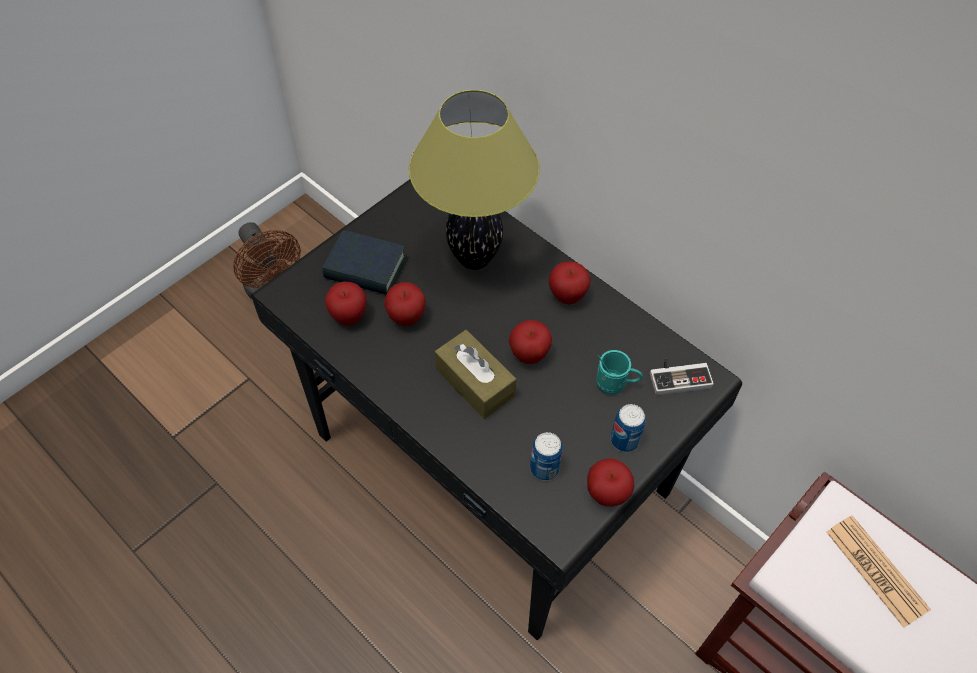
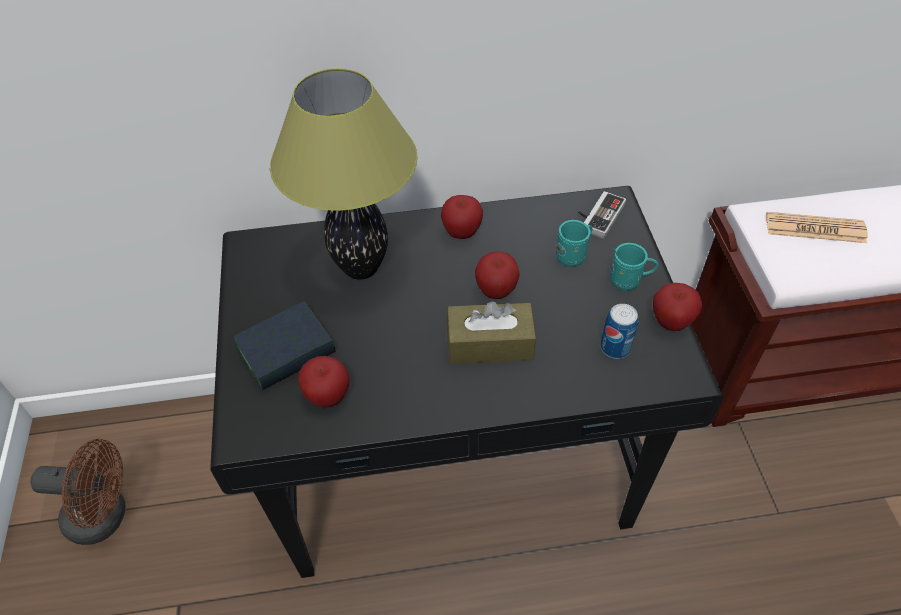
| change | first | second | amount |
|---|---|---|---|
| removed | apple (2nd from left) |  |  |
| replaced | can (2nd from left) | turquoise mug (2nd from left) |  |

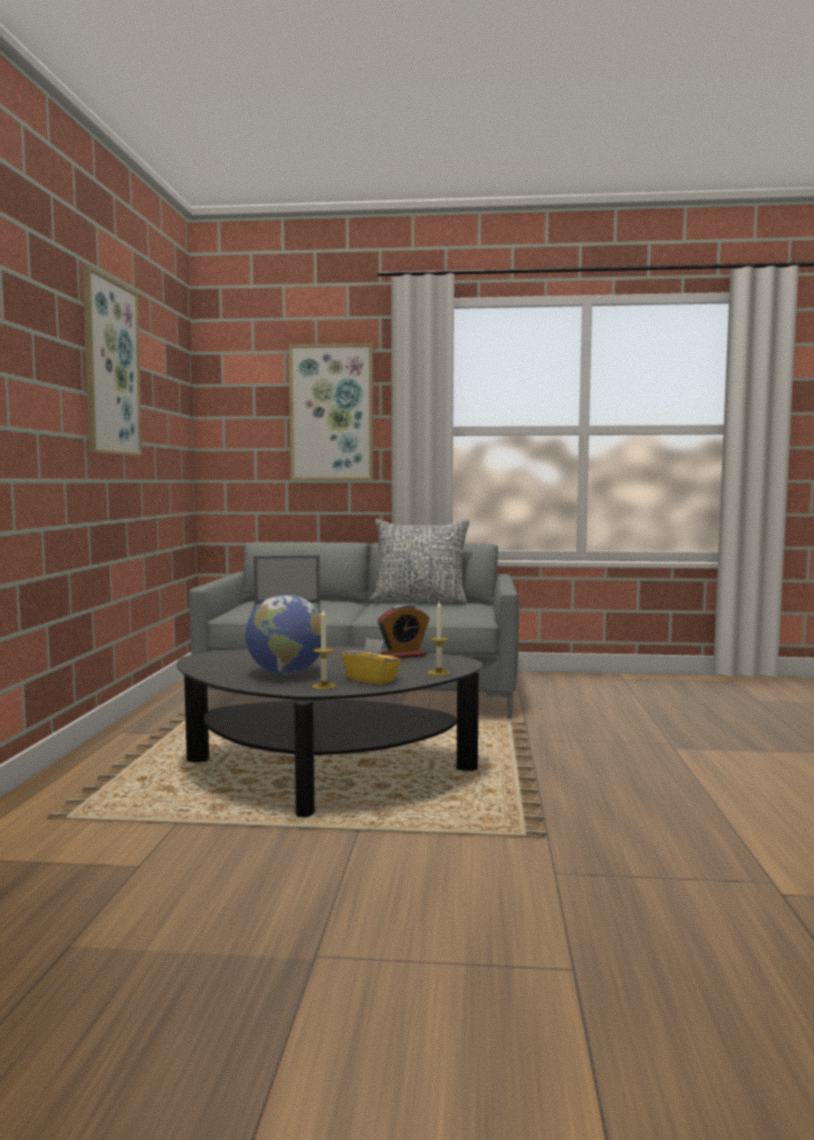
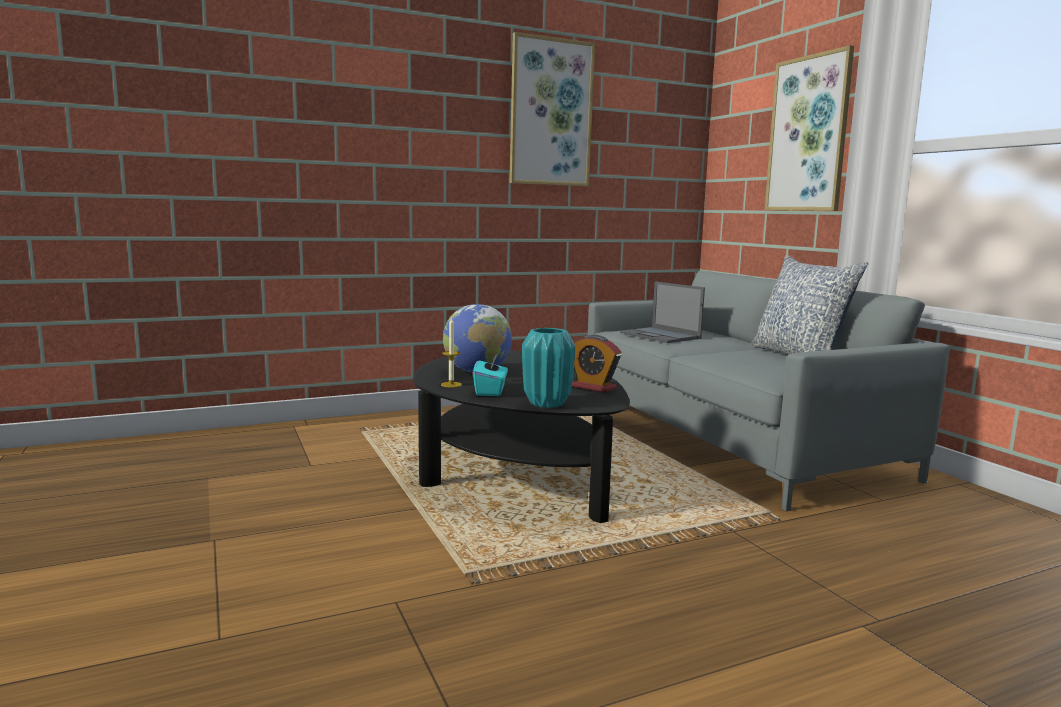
| change | first | second | amount |
|---|---|---|---|
| replaced | candle (2nd from left) | turquoise vase |  |
| recoloured | yellow tissue box | turquoise tissue box |  |

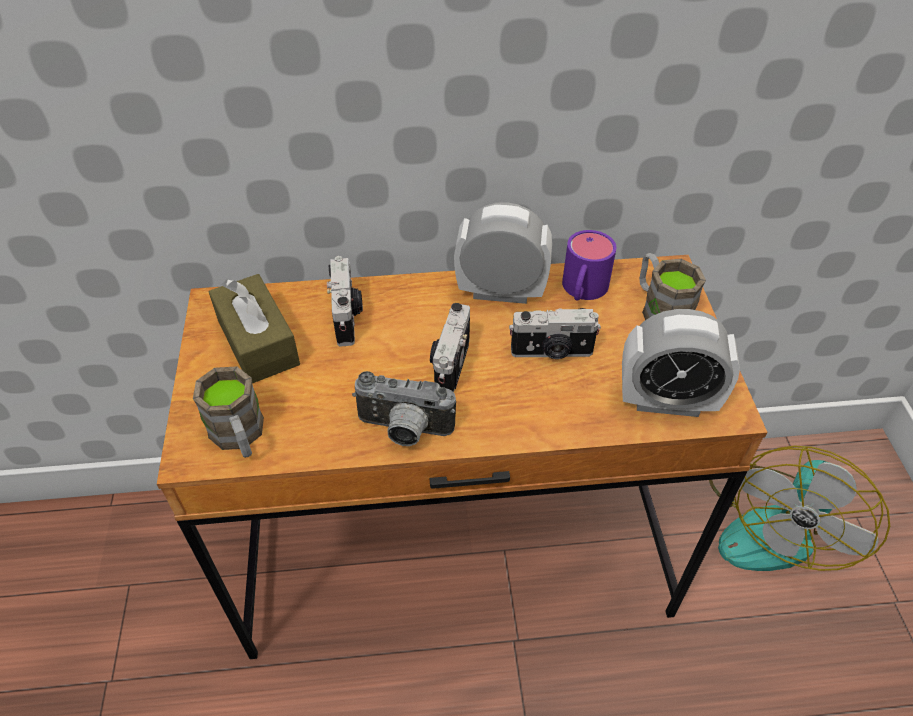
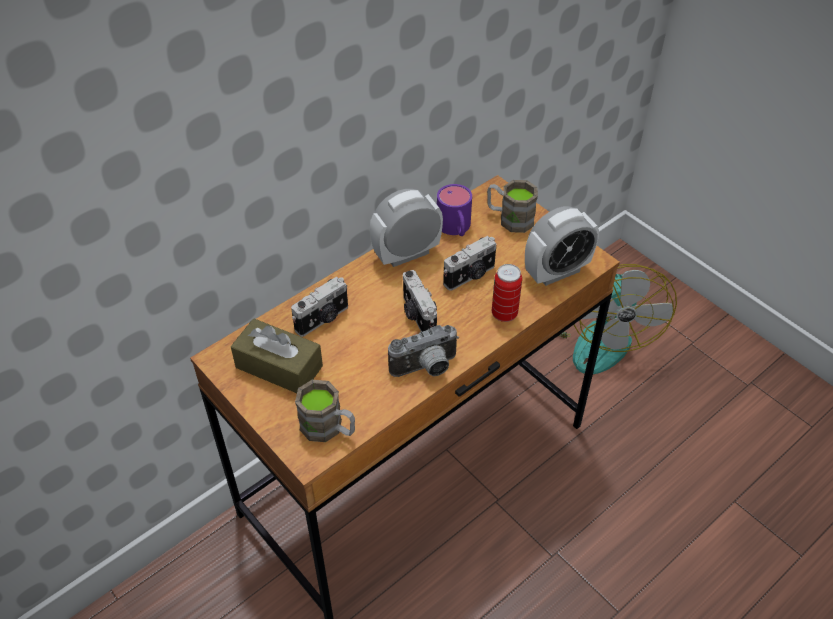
| change | first | second | amount |
|---|---|---|---|
| added |  | can |  |
| turned | photo camera (1st from left) |  | 90 degrees clockwise |

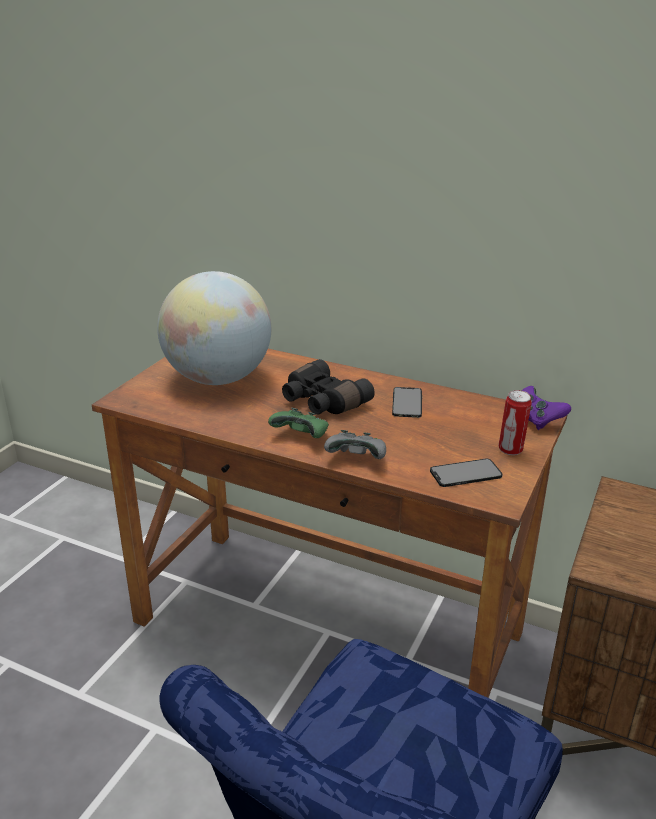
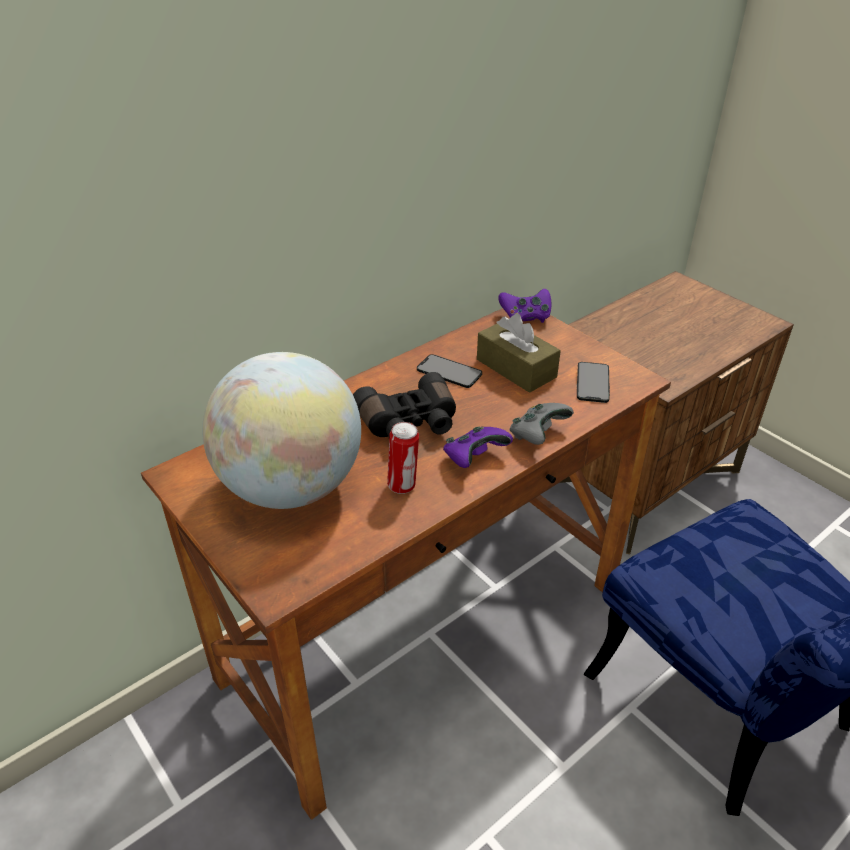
| change | first | second | amount |
|---|---|---|---|
| added |  | brown tissue box |  |
| moved | can |  |  |
| recoloured | green game controller | purple game controller (1st from left) |  |

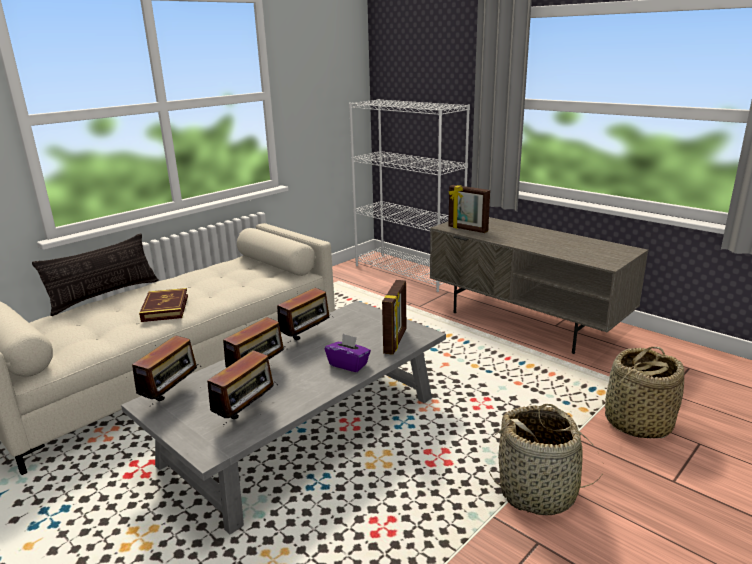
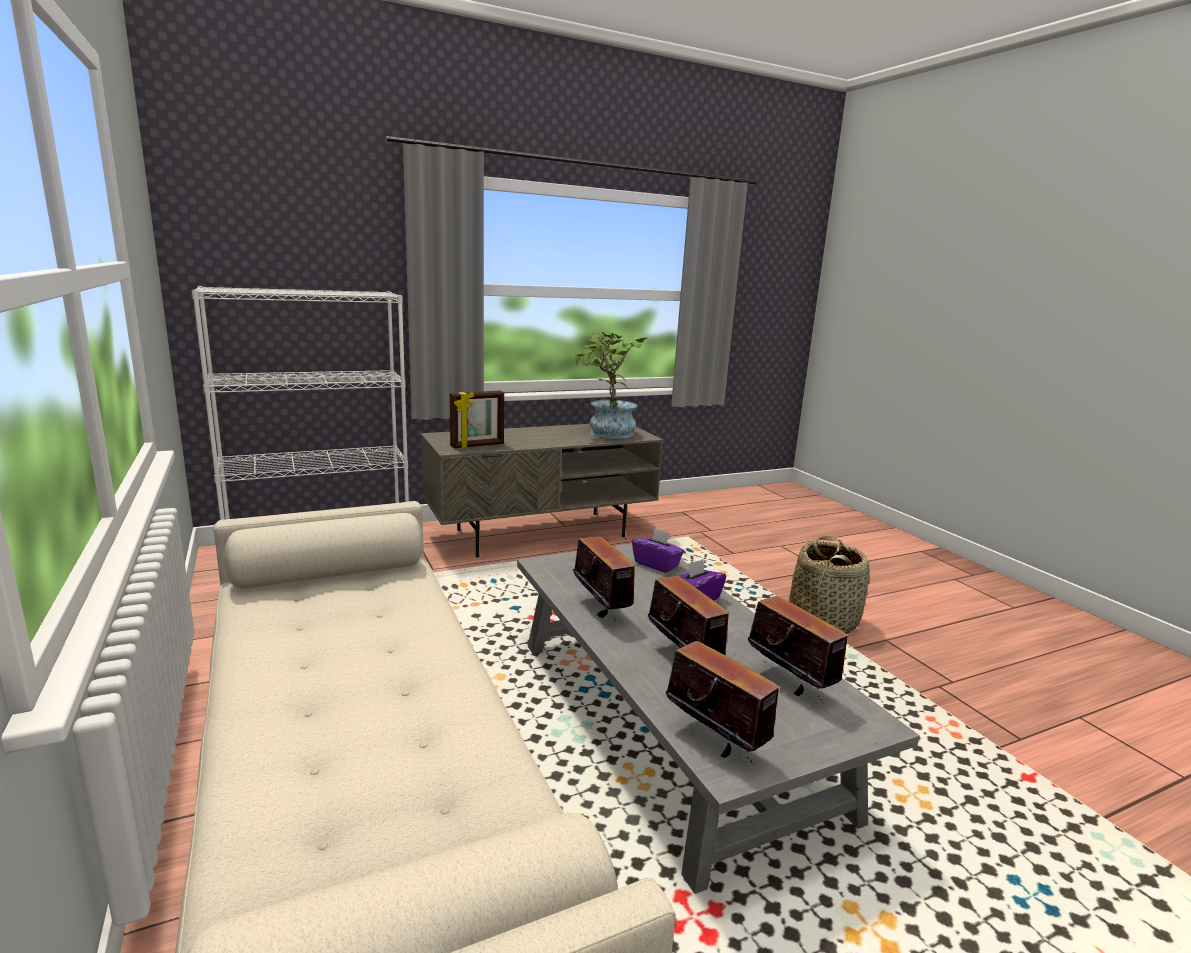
| change | first | second | amount |
|---|---|---|---|
| removed | pillow |  |  |
| removed | book |  |  |
| removed | basket (2nd from left) |  |  |
| added |  | potted plant |  |
| replaced | picture frame (1st from left) | purple tissue box (1st from left) |  |

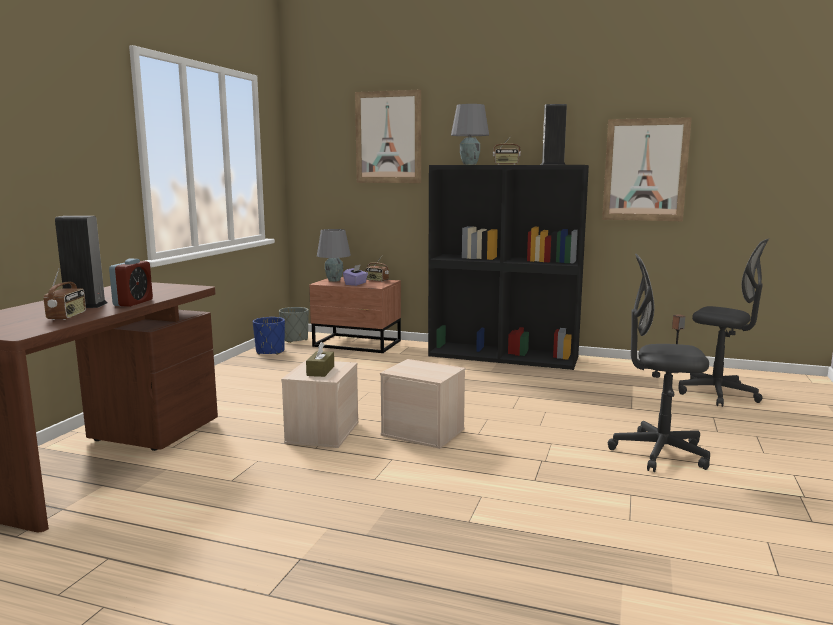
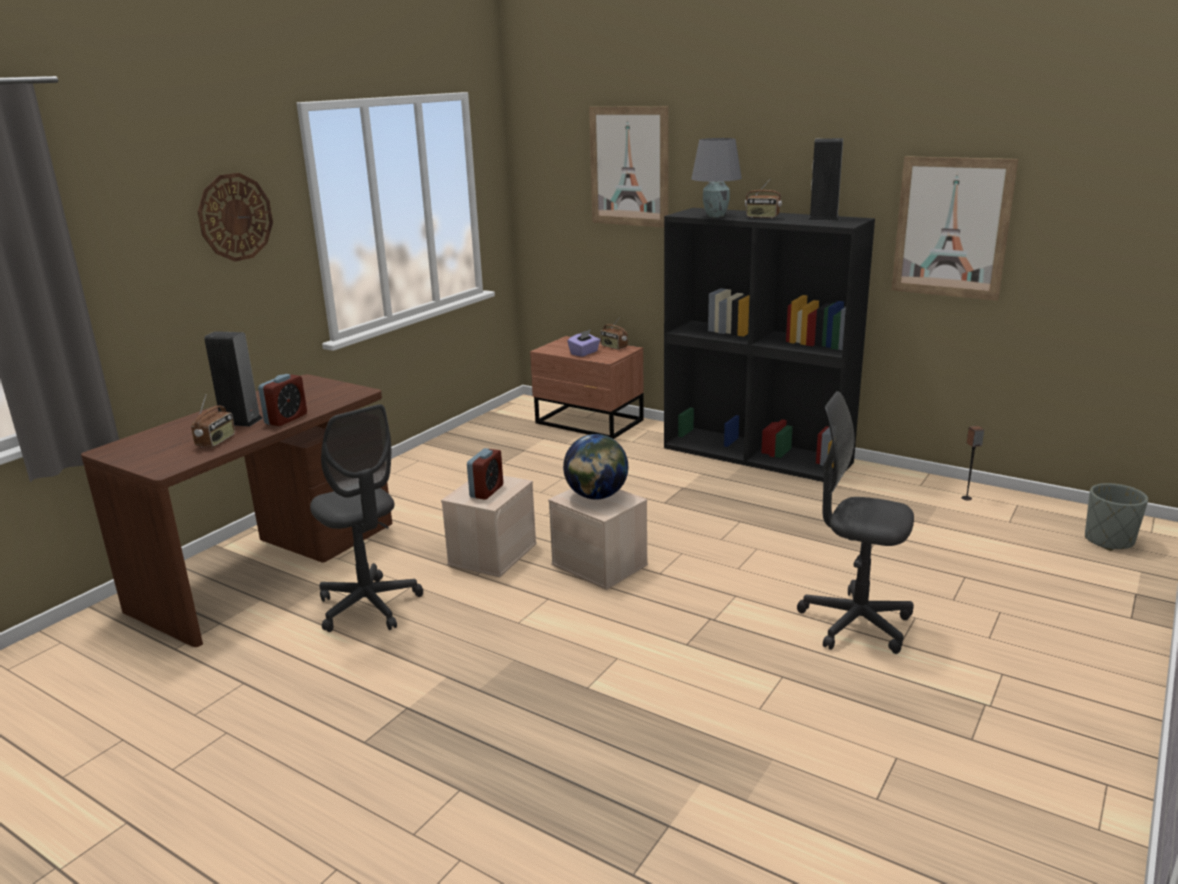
| change | first | second | amount |
|---|---|---|---|
| removed | blue planter |  |  |
| removed | grey table lamp (1st from left) |  |  |
| added |  | wall clock |  |
| added |  | globe |  |
| moved | grey planter |  |  |
| moved | grey office chair (2nd from left in the first image) | grey office chair (1st from left) |  |
| replaced | brown tissue box | alarm clock (2nd from left) |  |

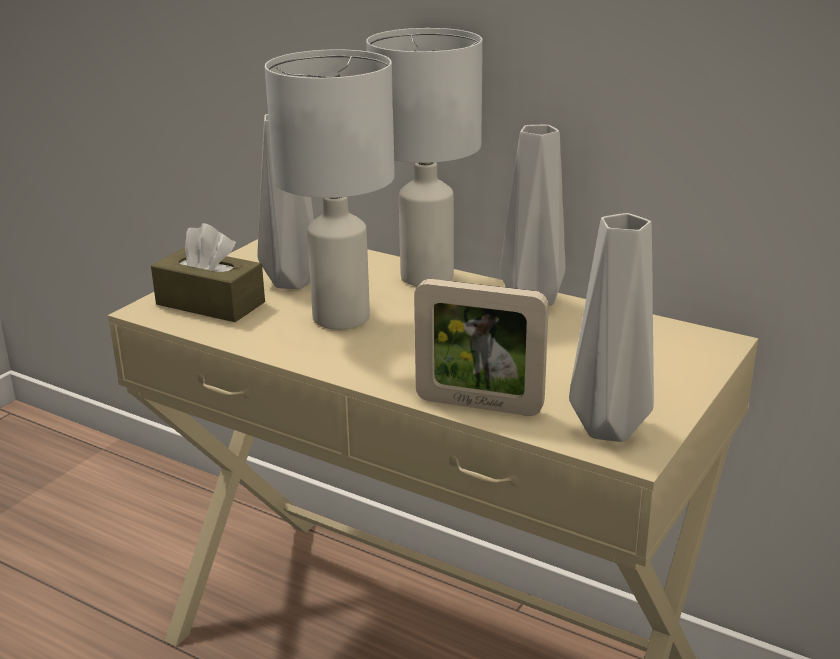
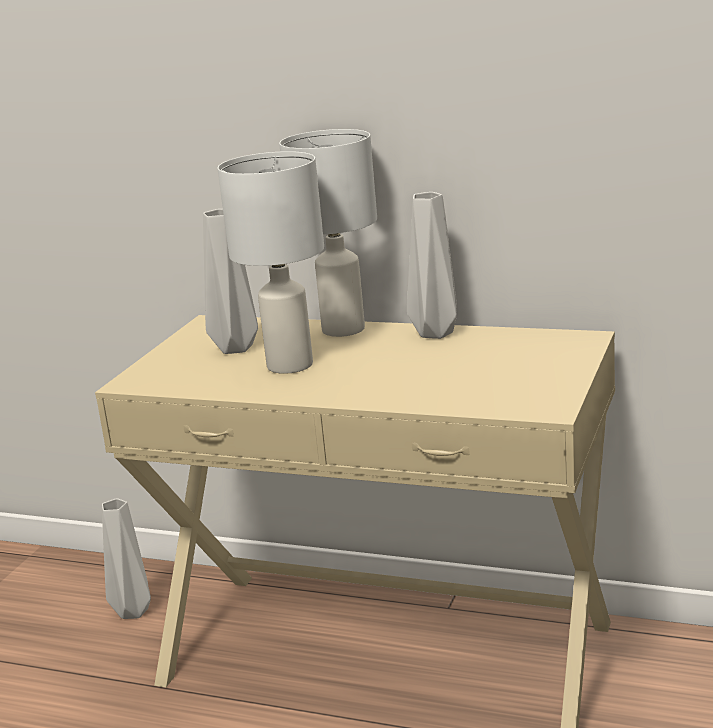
| change | first | second | amount |
|---|---|---|---|
| removed | brown tissue box |  |  |
| removed | picture frame |  |  |
| moved | grey vase (3rd from left in the first image) | grey vase (1st from left) |  |

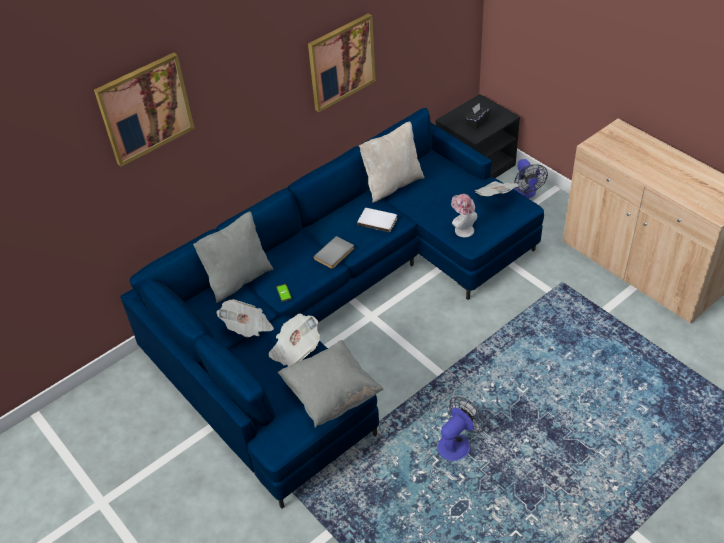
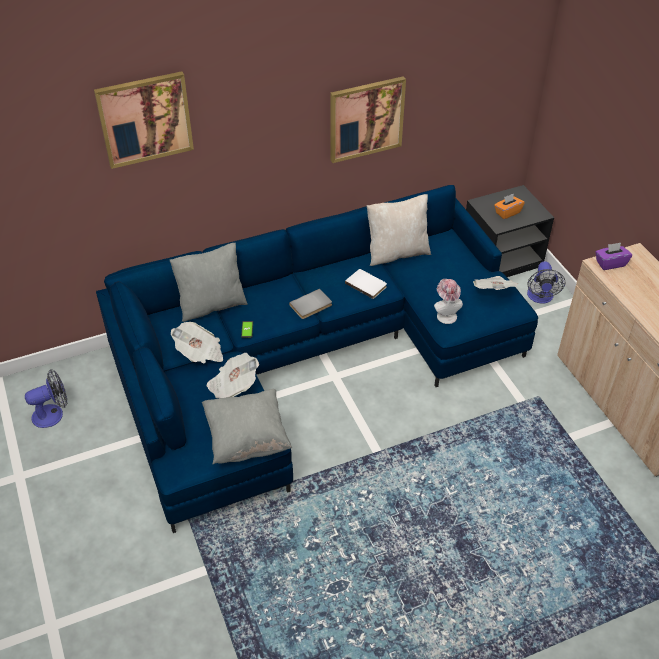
| change | first | second | amount |
|---|---|---|---|
| added |  | purple tissue box |  |
| moved | fan (1st from left) |  |  |
| recoloured | black tissue box | orange tissue box |  |

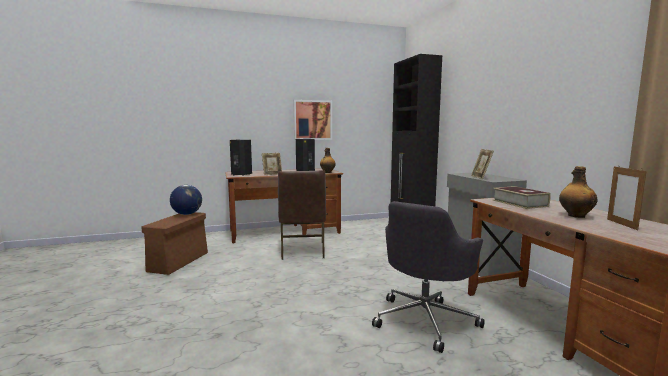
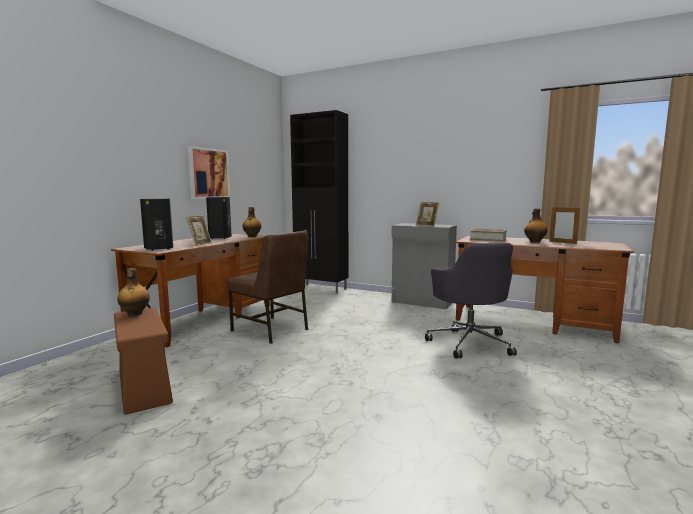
| change | first | second | amount |
|---|---|---|---|
| replaced | globe | bottle (1st from left) |  |

